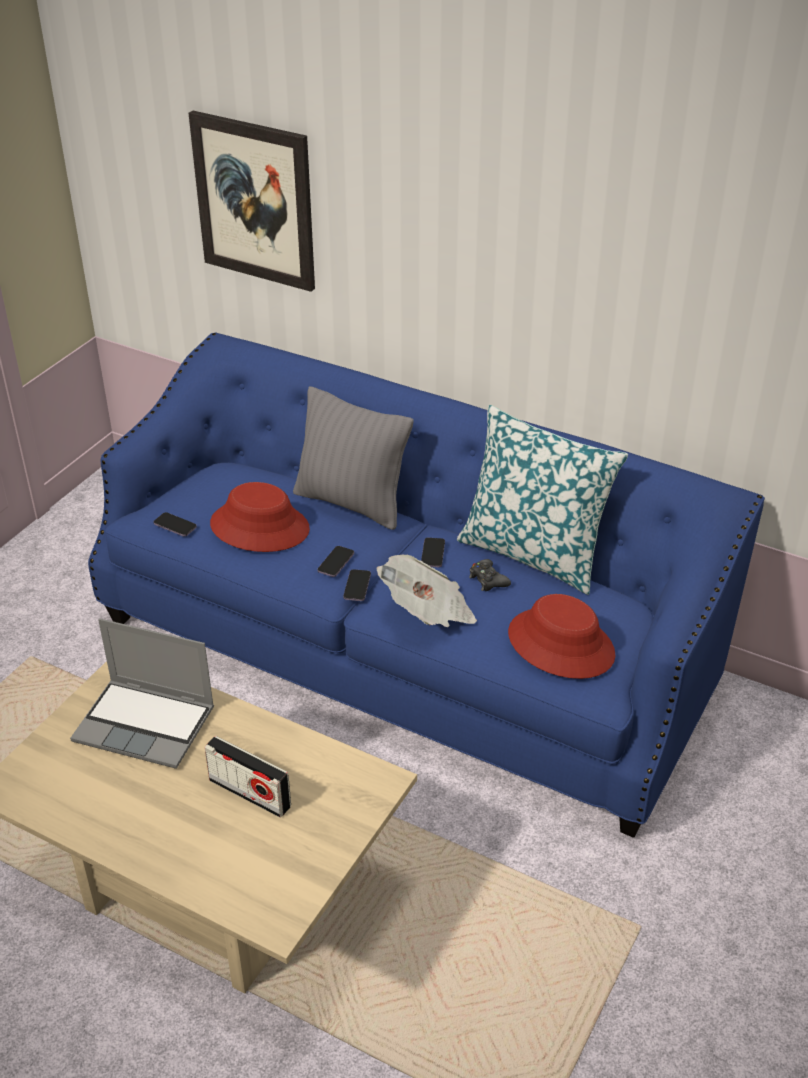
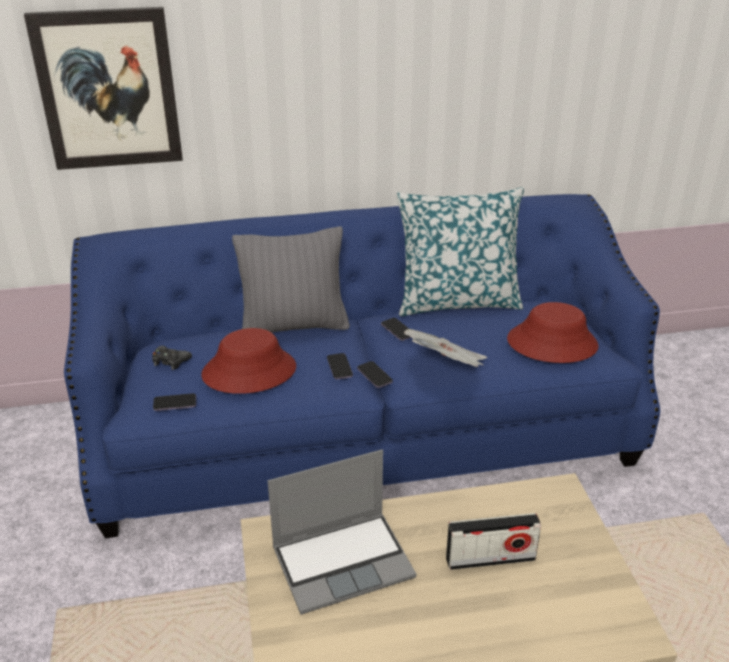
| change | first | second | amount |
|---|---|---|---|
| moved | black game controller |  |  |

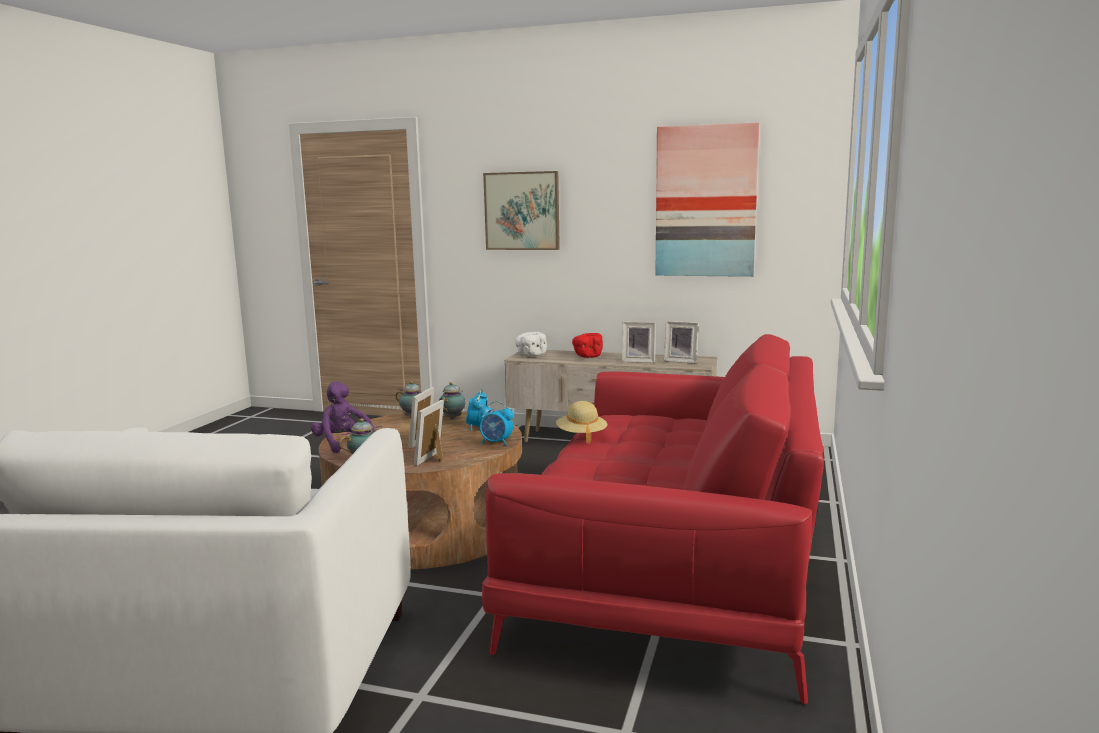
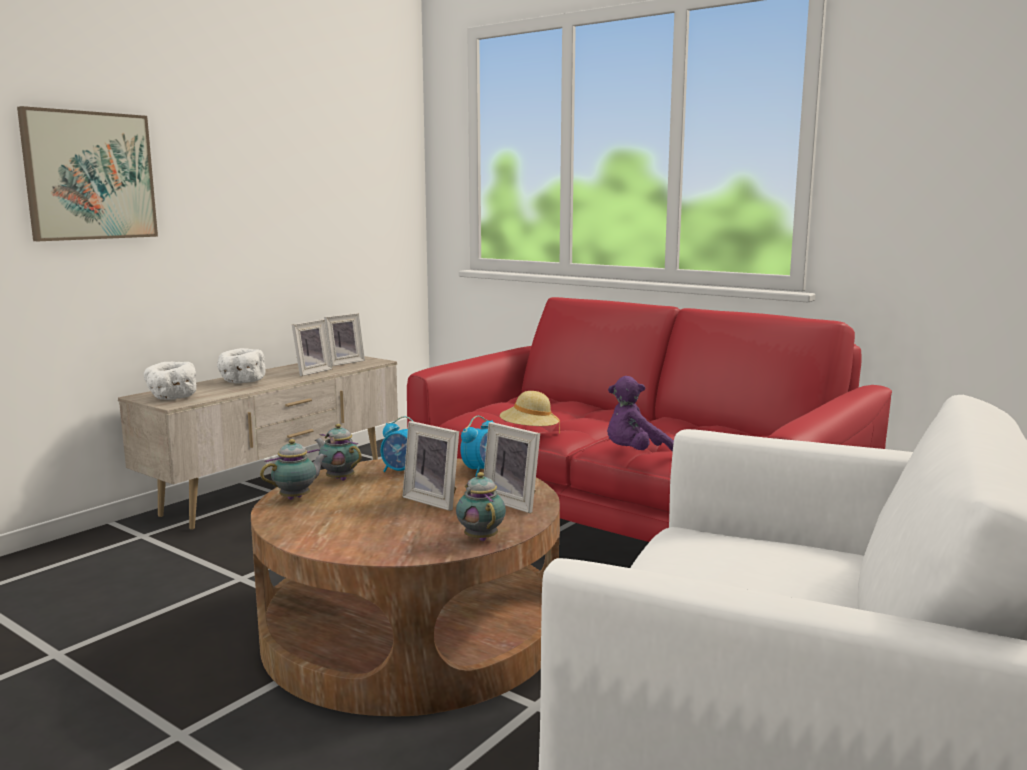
| change | first | second | amount |
|---|---|---|---|
| removed | picture (2nd from left) |  |  |
| moved | purple plush toy |  |  |
| recoloured | red bowl | white bowl (2nd from left) |  |

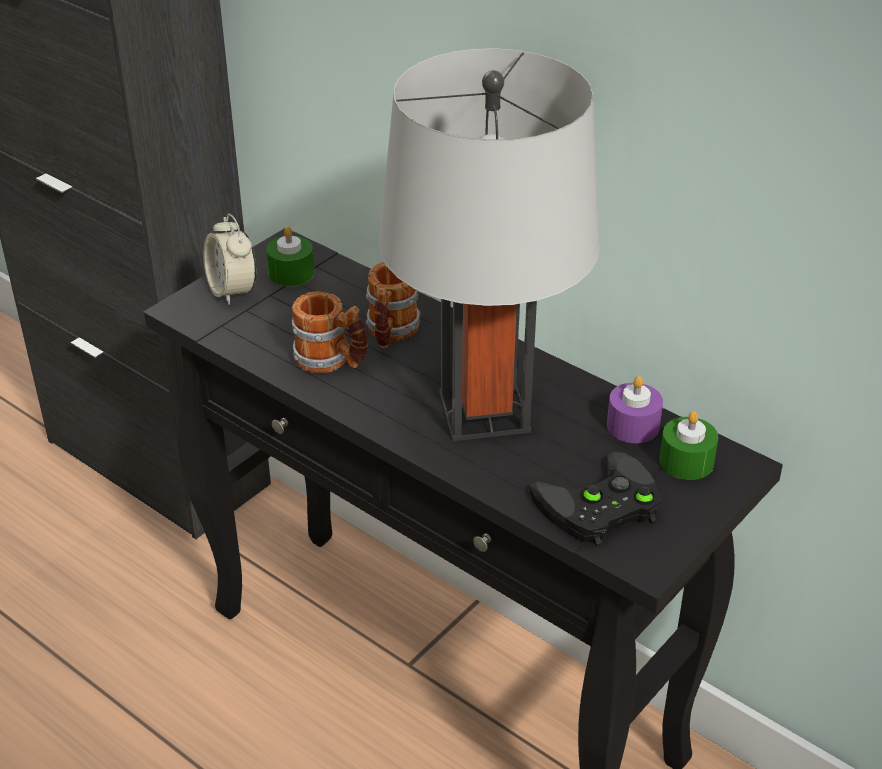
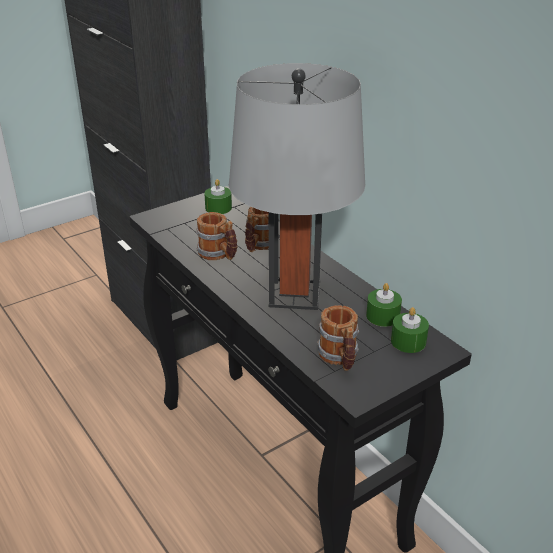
| change | first | second | amount |
|---|---|---|---|
| removed | alarm clock |  |  |
| replaced | black game controller | mug (3rd from left) |  |
| recoloured | purple candle | green candle (2nd from left) |  |

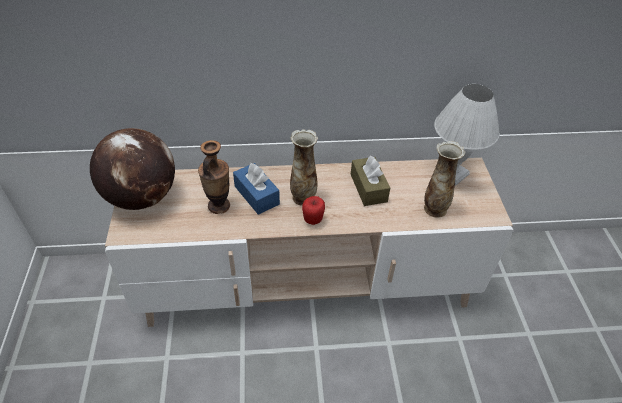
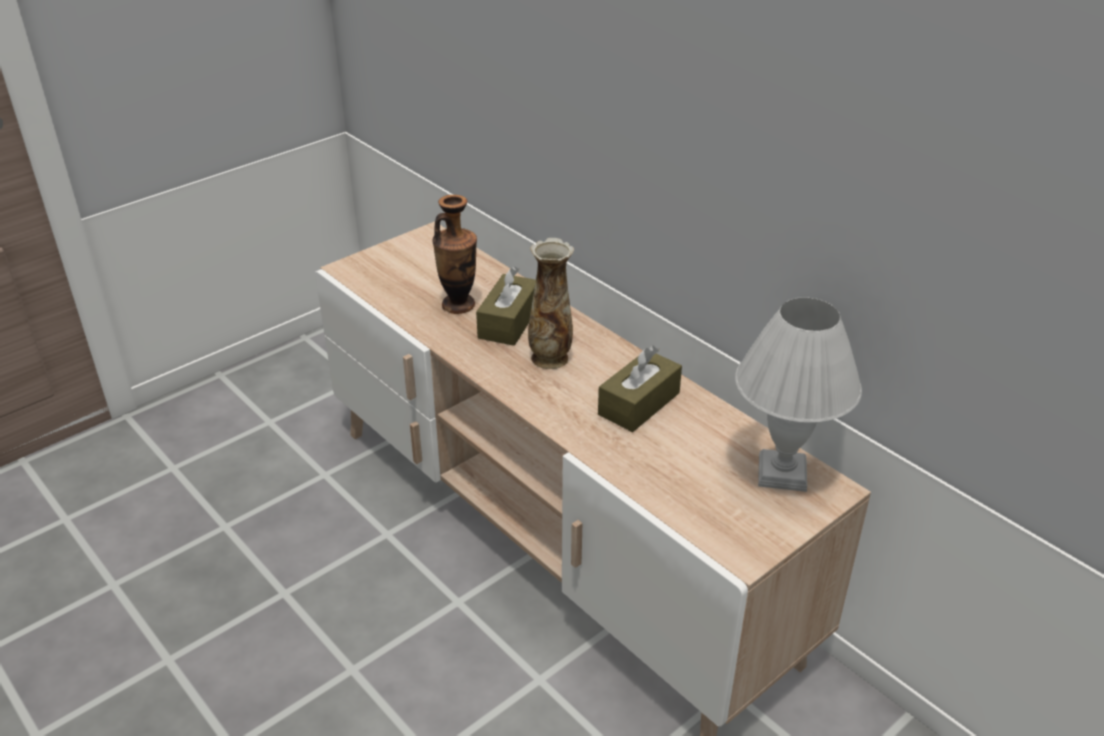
| change | first | second | amount |
|---|---|---|---|
| removed | globe |  |  |
| removed | apple |  |  |
| removed | vase (3rd from left) |  |  |
| recoloured | blue tissue box | brown tissue box (1st from left) |  |

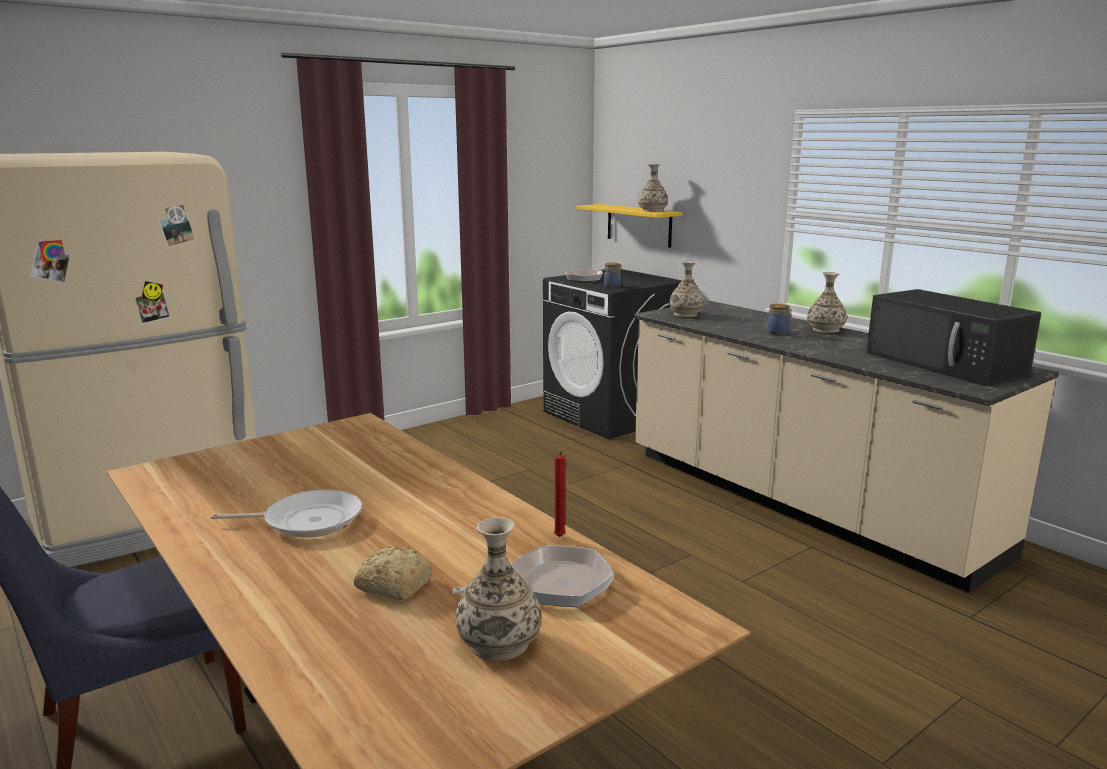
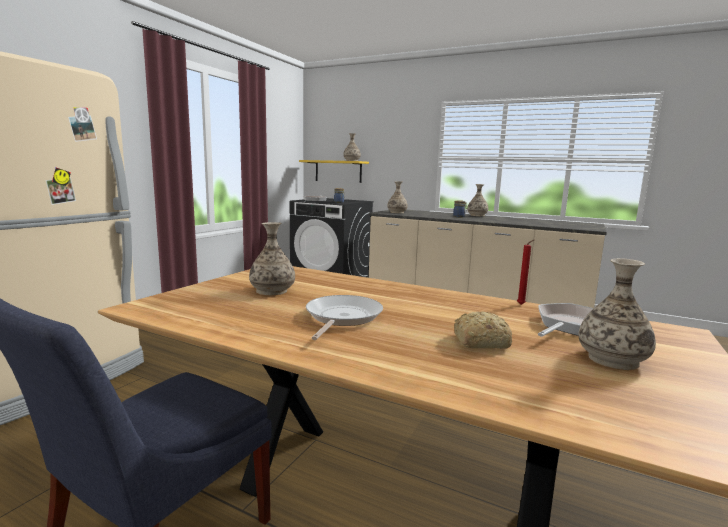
| change | first | second | amount |
|---|---|---|---|
| removed | black microwave |  |  |
| added |  | vase (1st from left) |  |
| turned | frying pan (1st from left in the first image) | frying pan (2nd from left) | 45 degrees counterclockwise |

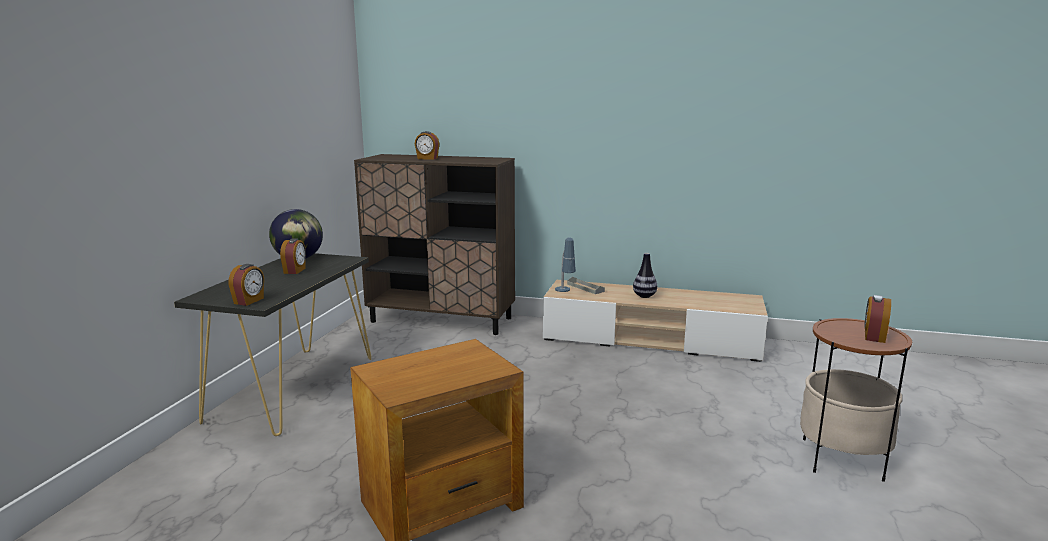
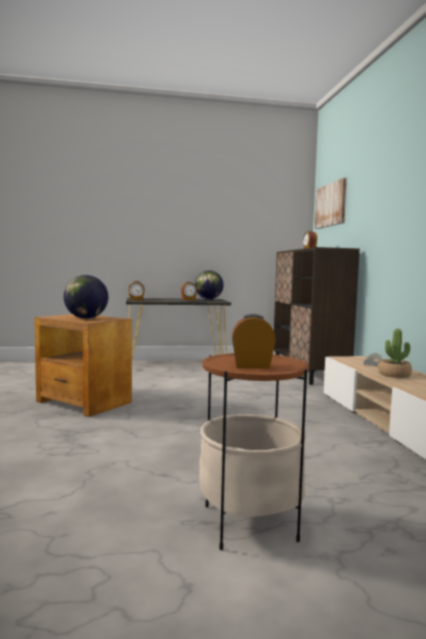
| change | first | second | amount |
|---|---|---|---|
| removed | table lamp |  |  |
| added |  | globe (1st from left) |  |
| added |  | picture |  |
| replaced | vase | potted plant |  |

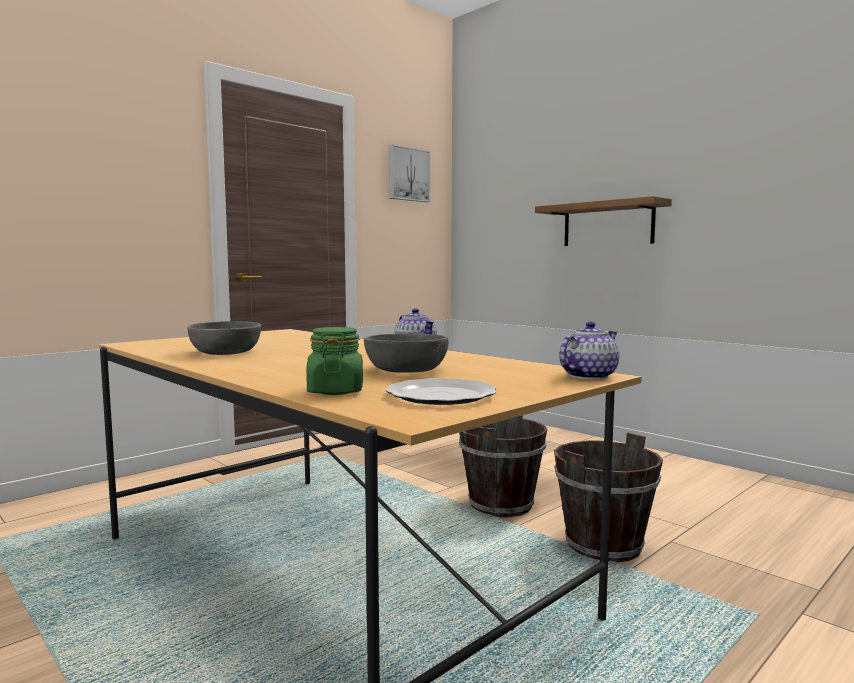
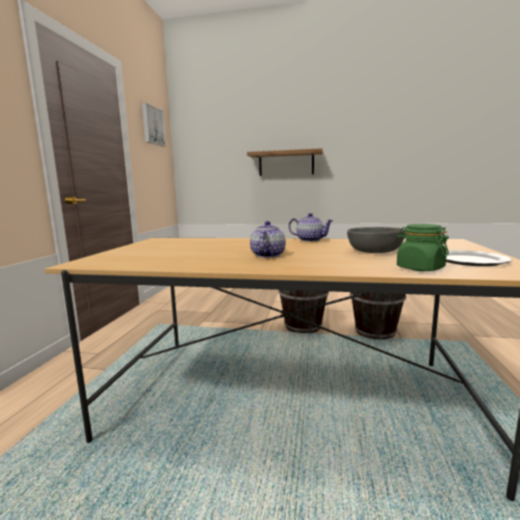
| change | first | second | amount |
|---|---|---|---|
| removed | grey bowl (1st from left) |  |  |
| moved | teapot (2nd from left in the first image) | teapot (1st from left) |  |

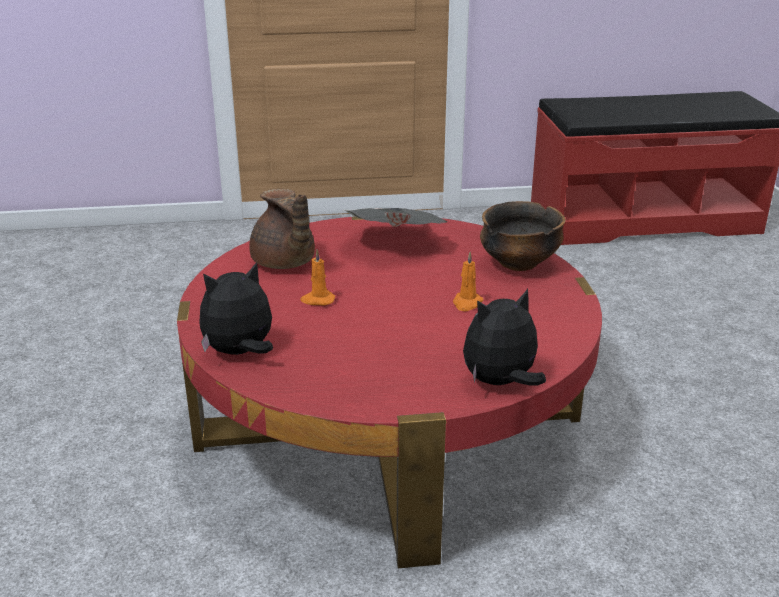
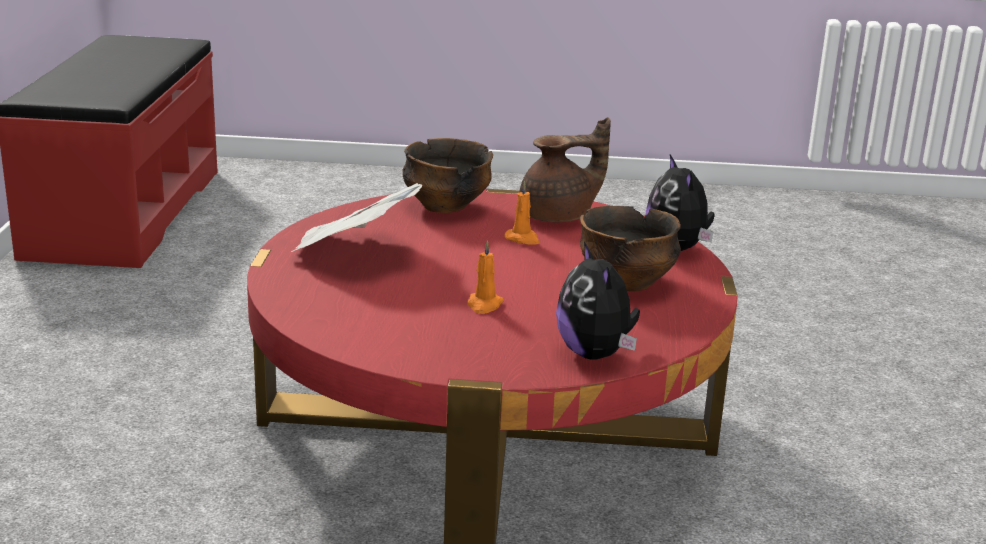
| change | first | second | amount |
|---|---|---|---|
| added |  | bowl (2nd from left) |  |
| moved | brown teapot |  |  |

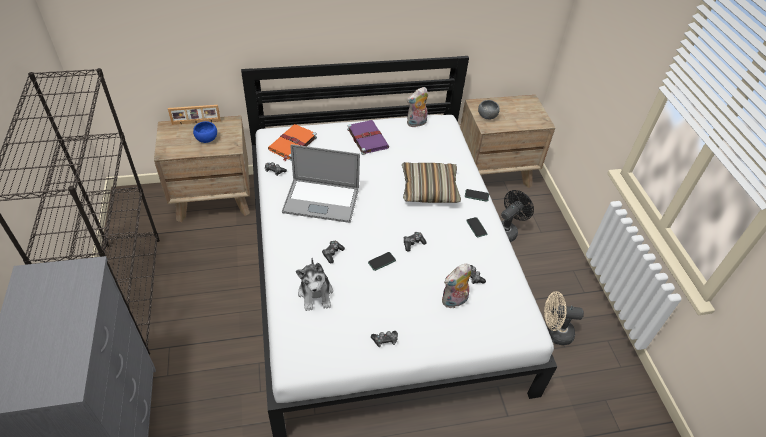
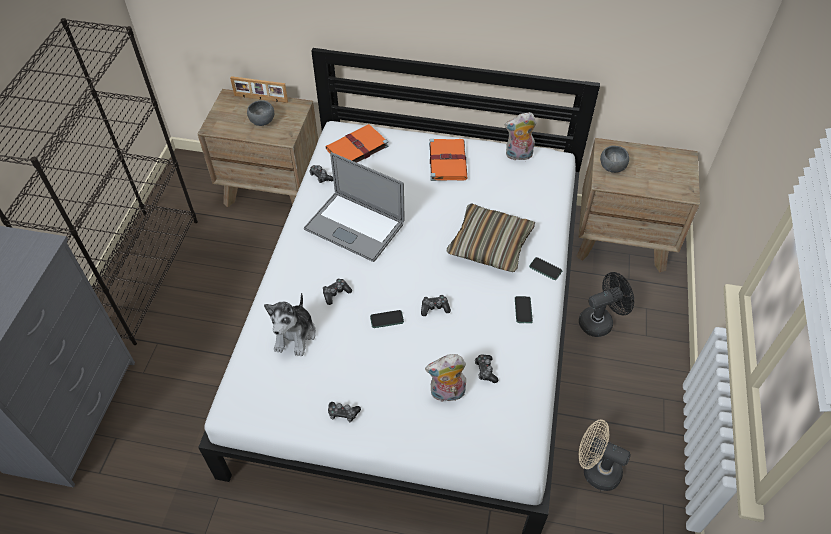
| change | first | second | amount |
|---|---|---|---|
| recoloured | blue bowl | grey bowl (1st from left) |  |
| recoloured | purple book | orange book (2nd from left) |  |

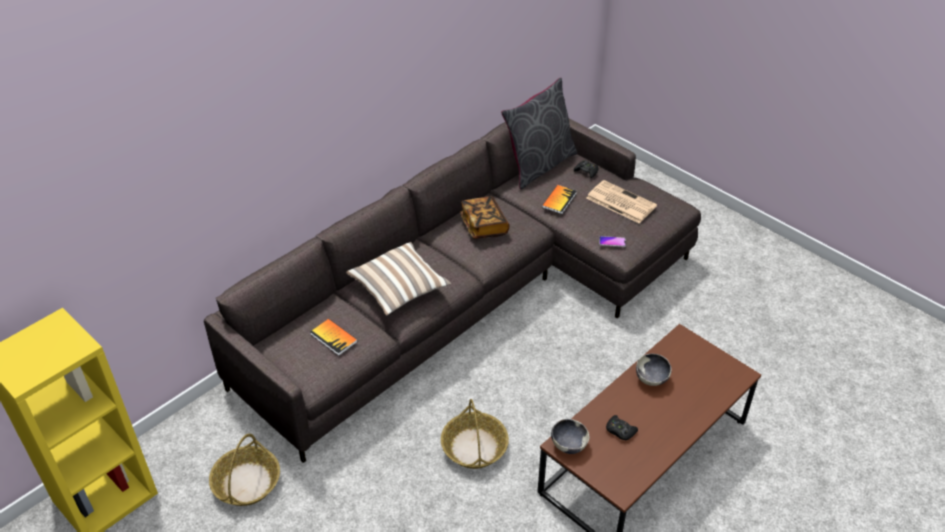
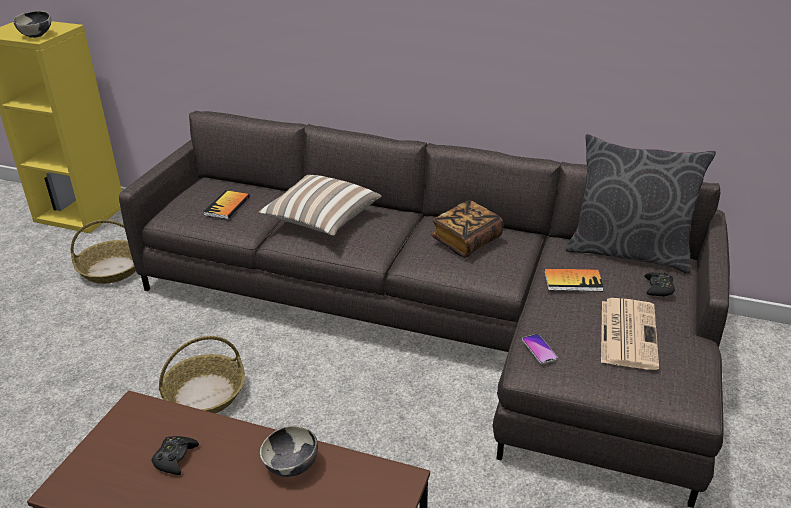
| change | first | second | amount |
|---|---|---|---|
| moved | bowl (1st from left) |  |  |

